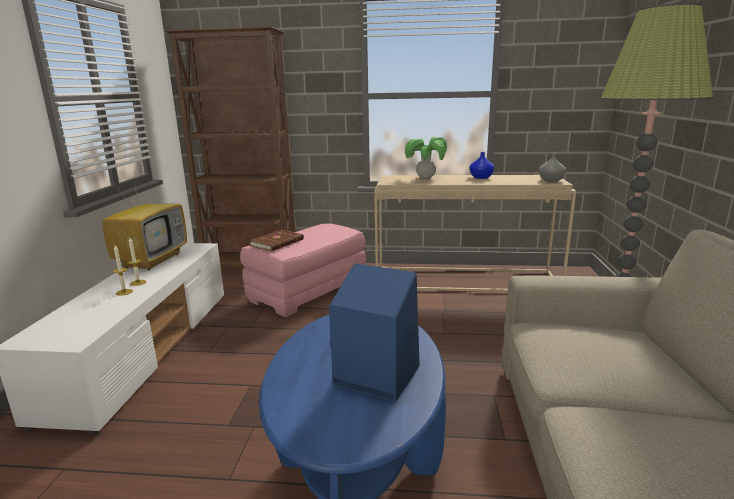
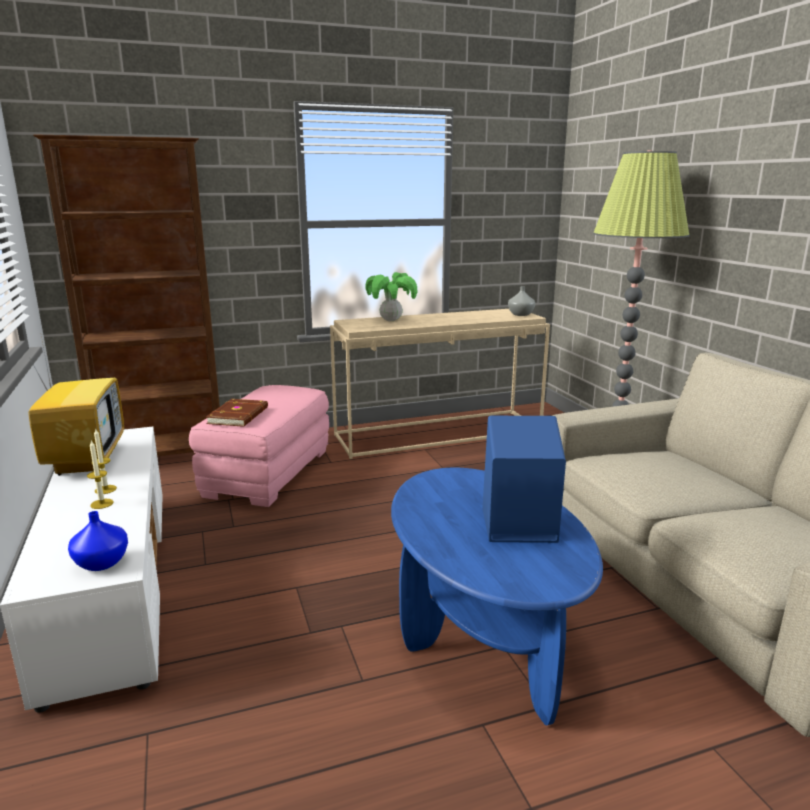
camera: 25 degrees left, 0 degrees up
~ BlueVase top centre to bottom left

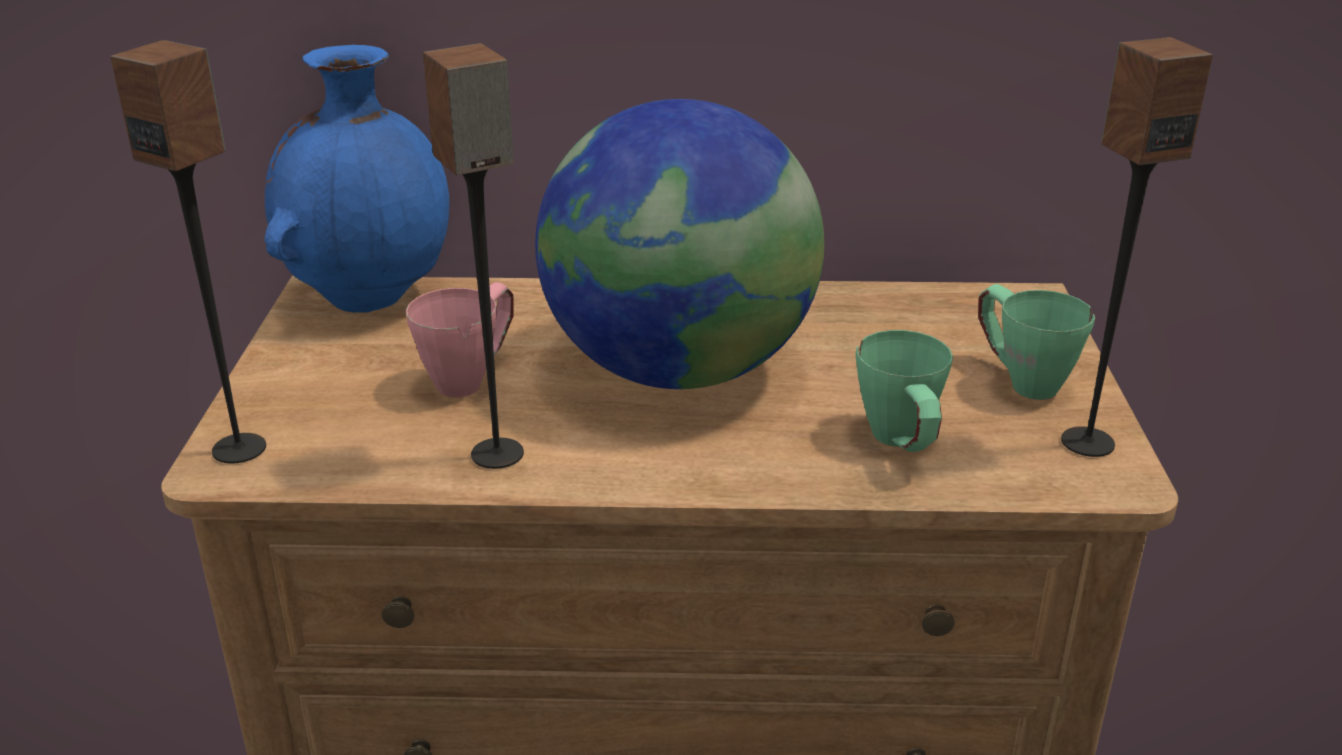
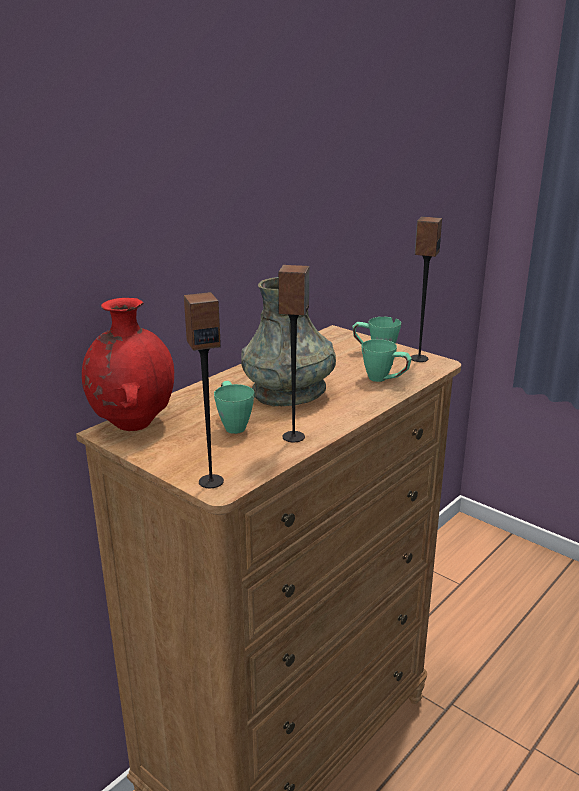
camera: 50 degrees left, 5 degrees down
~ BlueVase top left to RedVase middle left
~ PinkColouredCoffeeMug centre to GreenCoffeeMug (1st from left) centre
~ Globe top centre to GreyishVase centre

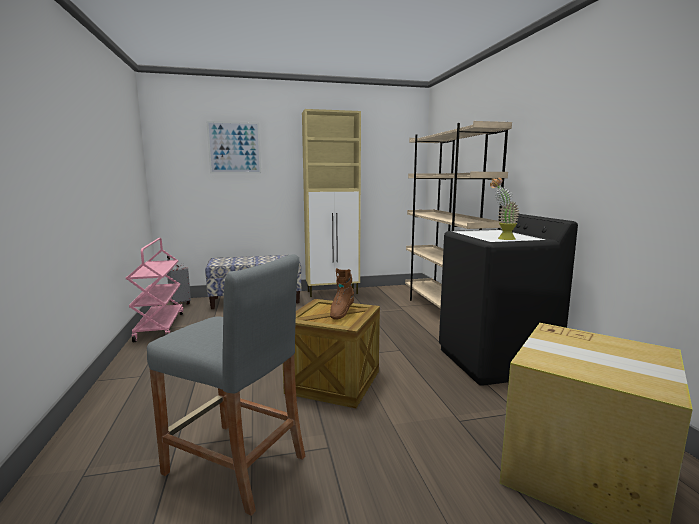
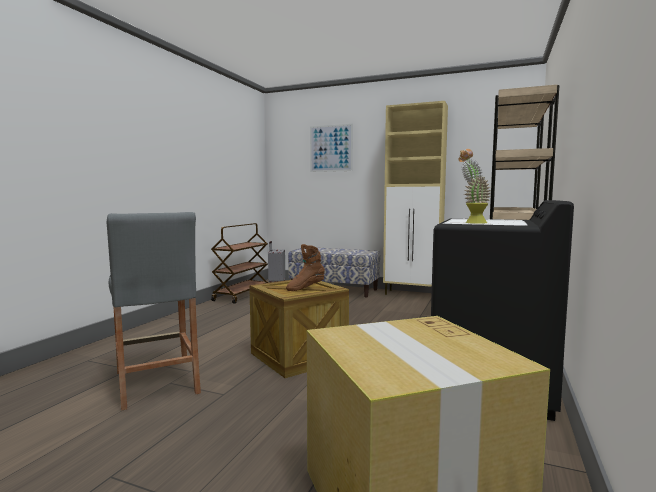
camera: 35 degrees right, 5 degrees down
~ PinkColouredWheeledCart middle left to BrownColouredWheeledCart centre

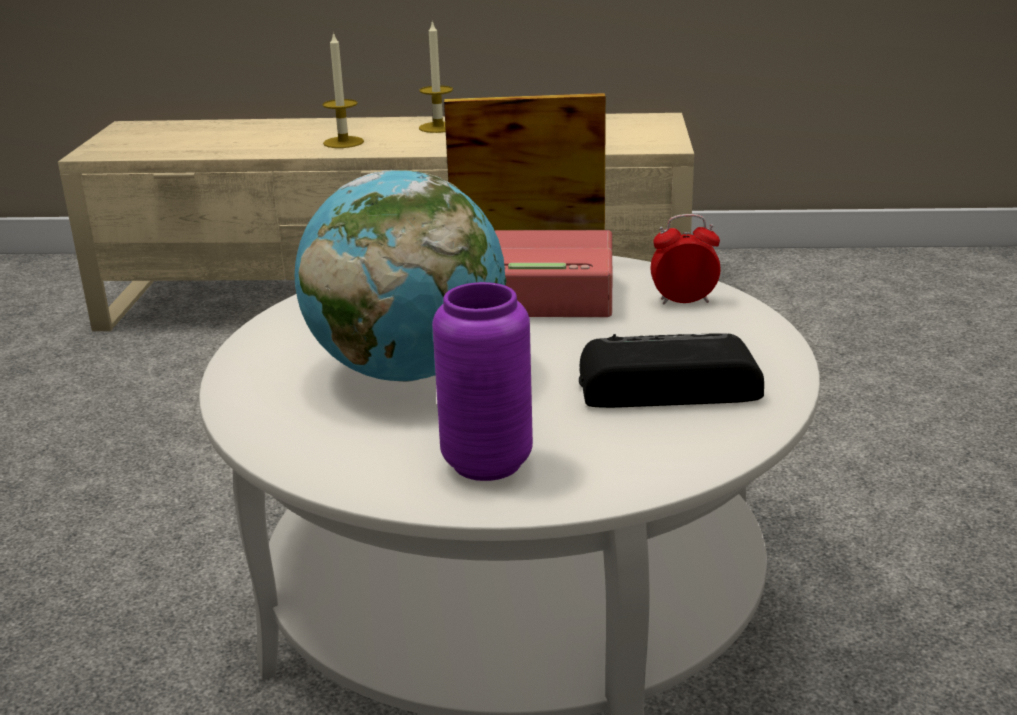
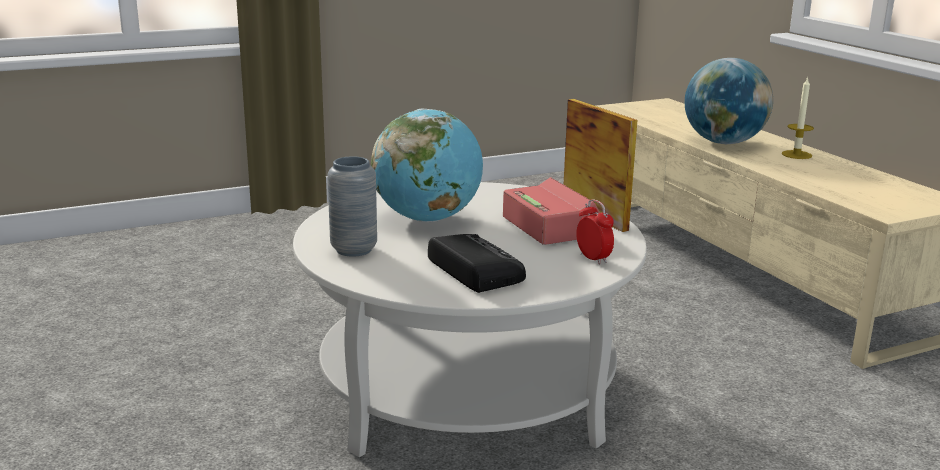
camera: 60 degrees right, 5 degrees down
~ WaxLight (1st from left) top centre to Globe (2nd from left) top right
~ PurplishVase centre to GreyishVase centre

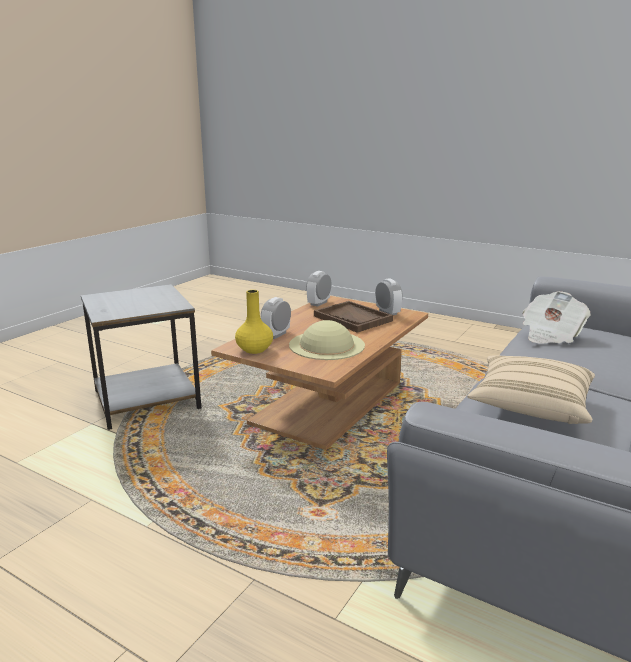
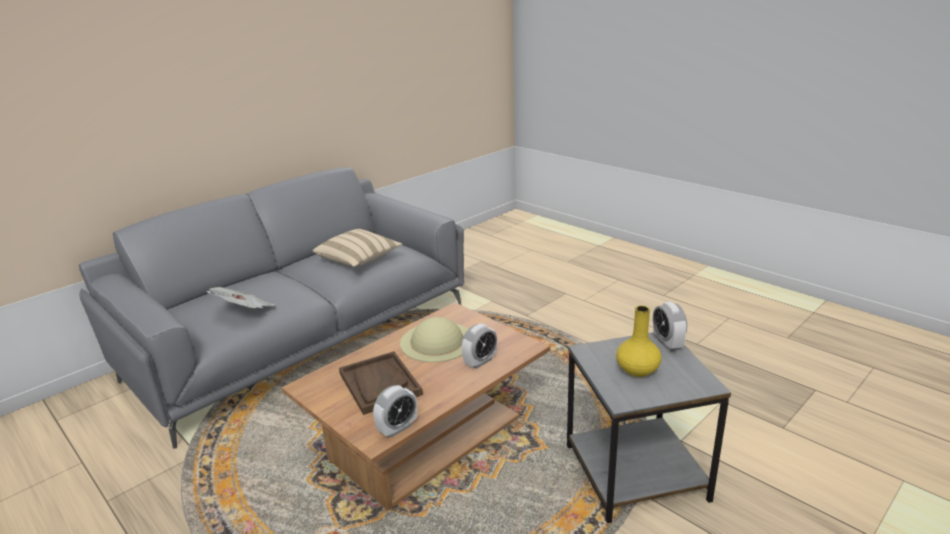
camera: 165 degrees left, 5 degrees up
~ YellowishVase centre to middle right
~ TableClock (3rd from left) centre to middle right

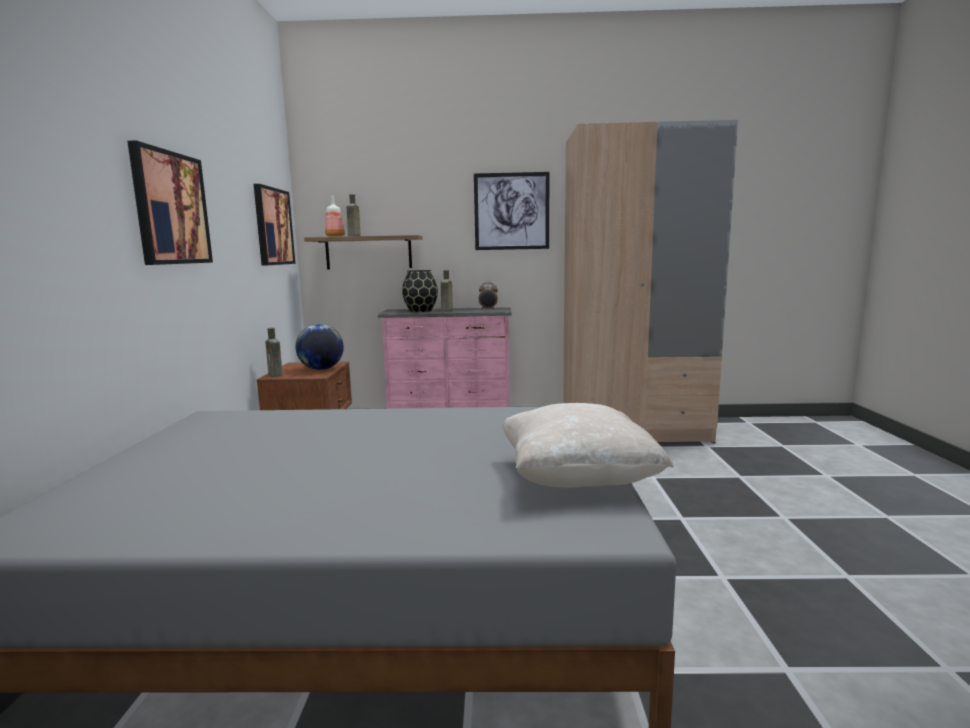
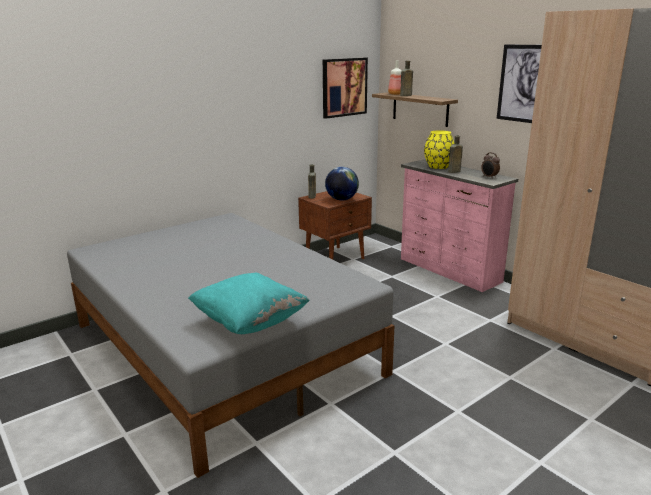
camera: 50 degrees right, 10 degrees up
- WallArt (1st from left) top left
~ BlackColouredVase centre to YellowishVase top right
~ BeigeCushion centre to TurquoiseColouredCushion centre

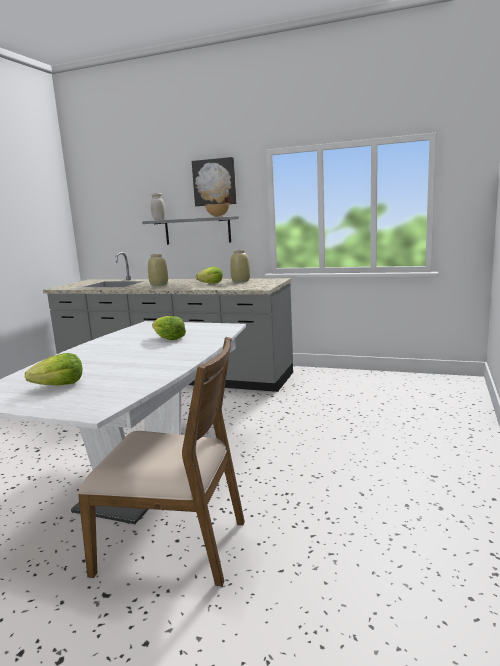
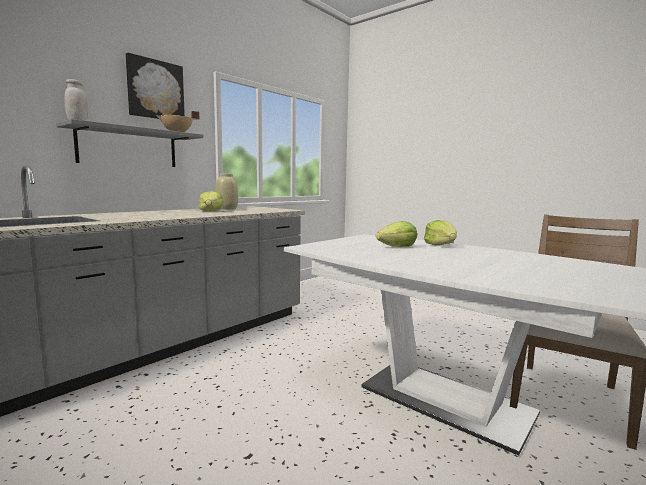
camera: 70 degrees left, 5 degrees down
~ Lettuce (1st from left in the first image) middle left to Lettuce (3rd from left) middle right
- BeigeVase (1st from left) middle left

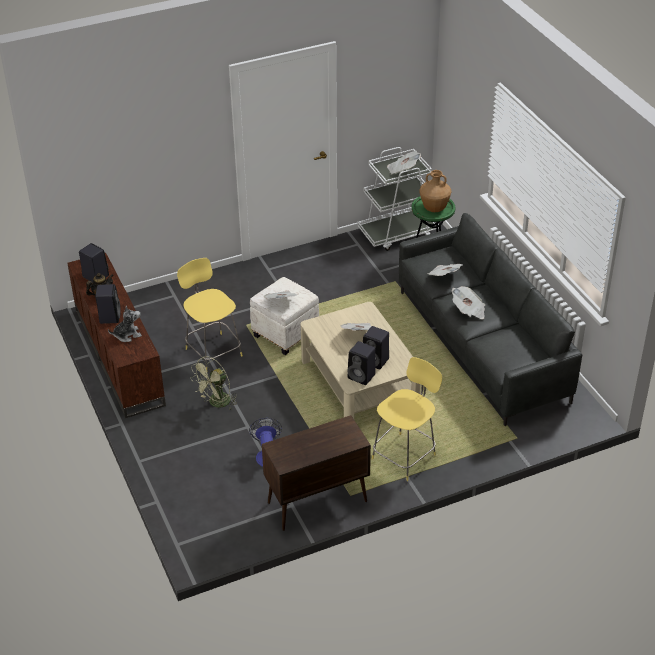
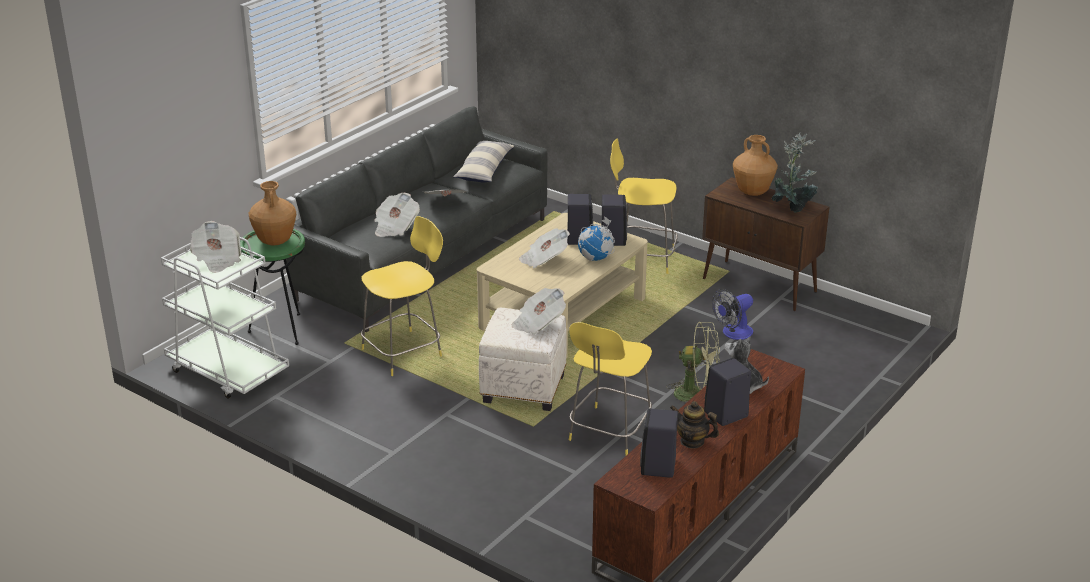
camera: 120 degrees left, 10 degrees down
+ YellowishStool (1st from left) centre
+ Cushion top centre
+ Globe centre
+ BrownColouredVase (2nd from left) top right
+ PlantInAPot top right

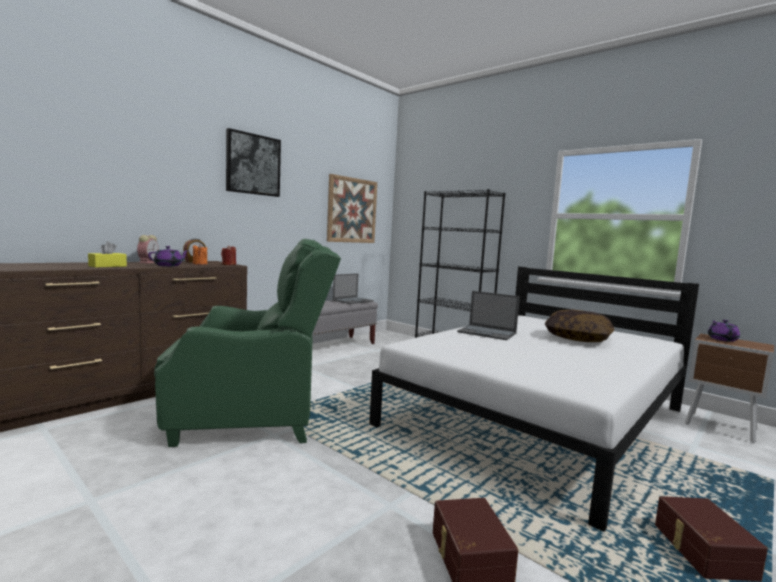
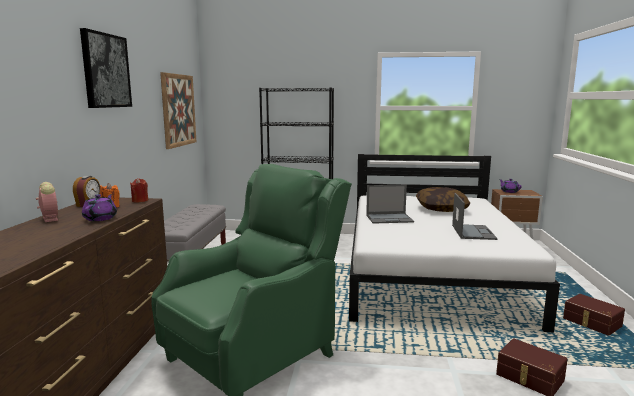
camera: 35 degrees left, 5 degrees up
- YellowishTissueBox middle left
~ NotebookComputer (1st from left in the first image) centre to NotebookComputer (2nd from left) middle right

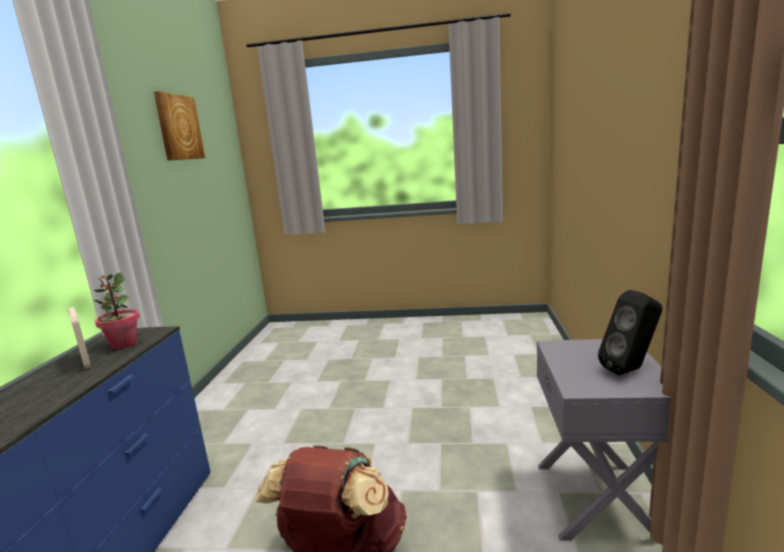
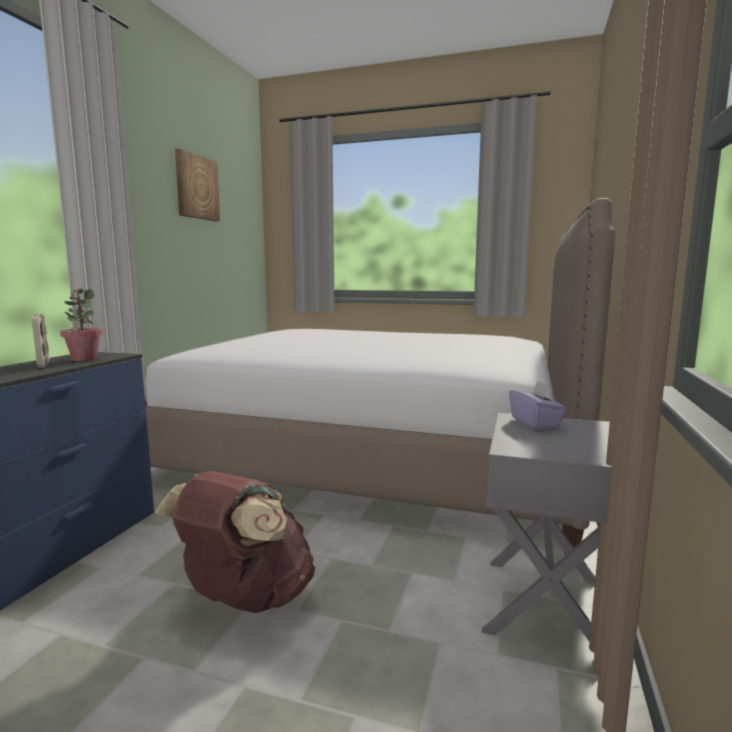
camera: 10 degrees right, 5 degrees down
- BlackColouredSpeaker middle right
+ Bed centre
+ PurplishTissueBox middle right

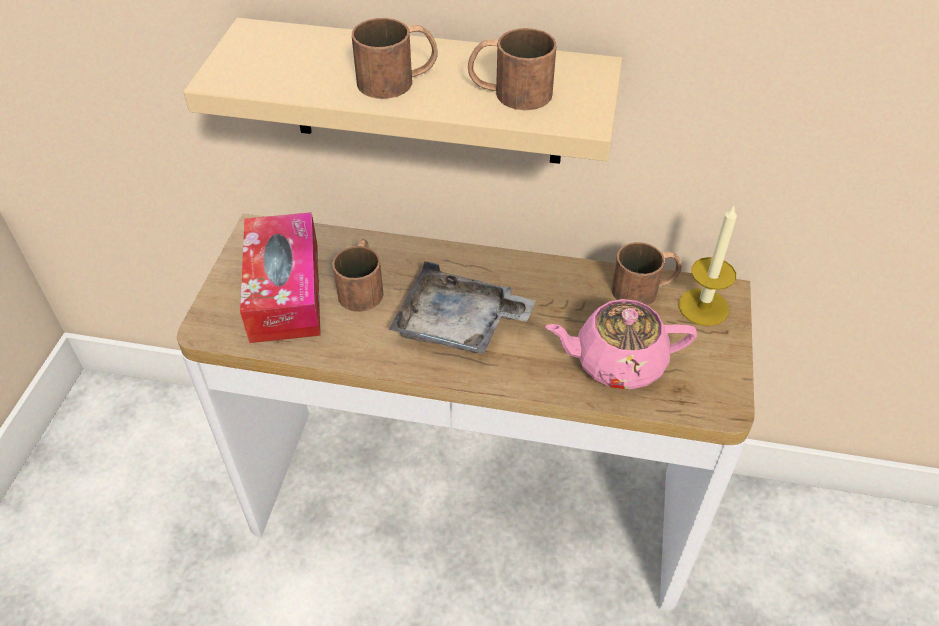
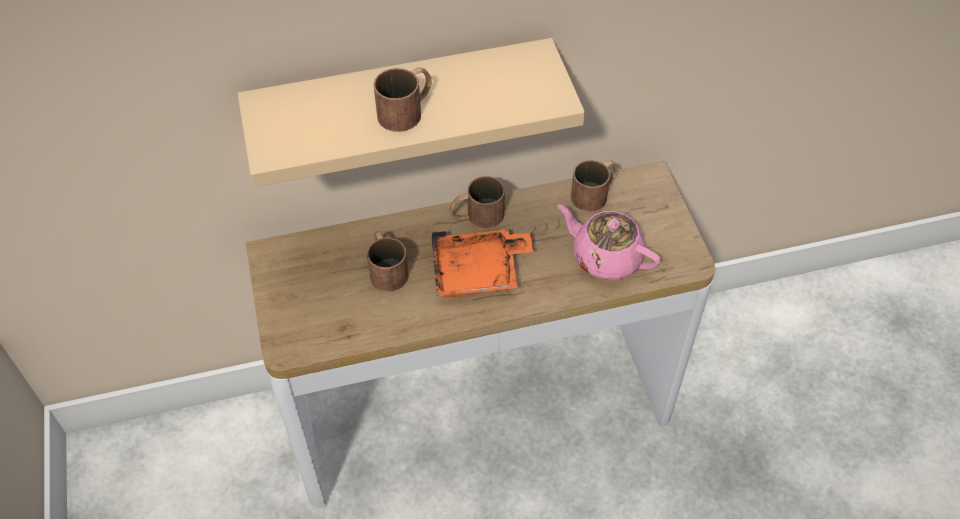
camera: 25 degrees left, 5 degrees up
- TissueBox middle left
~ GreyishTray centre to OrangeyTray centre
~ BrownColouredCoffeeMug (3rd from left) top centre to centre
~ PinkColouredPotForTea centre = centre 60 degrees clockwise
- WaxLight middle right

